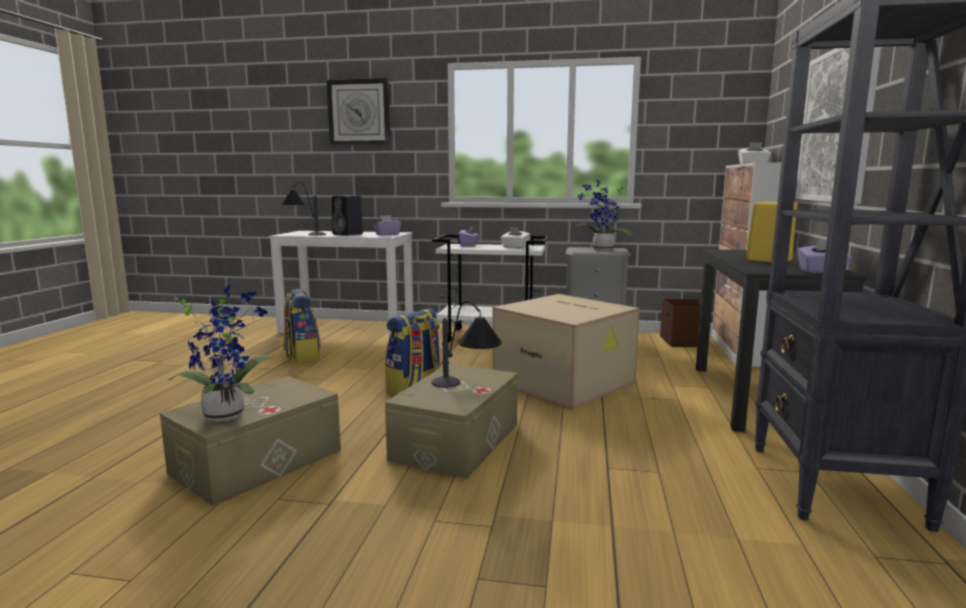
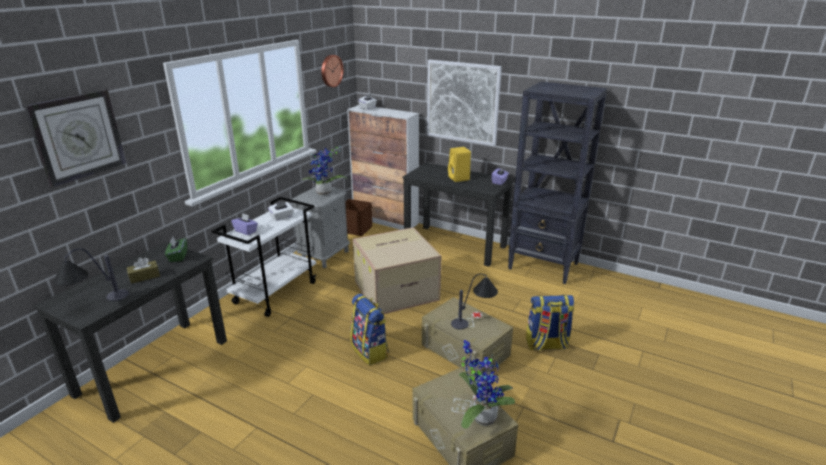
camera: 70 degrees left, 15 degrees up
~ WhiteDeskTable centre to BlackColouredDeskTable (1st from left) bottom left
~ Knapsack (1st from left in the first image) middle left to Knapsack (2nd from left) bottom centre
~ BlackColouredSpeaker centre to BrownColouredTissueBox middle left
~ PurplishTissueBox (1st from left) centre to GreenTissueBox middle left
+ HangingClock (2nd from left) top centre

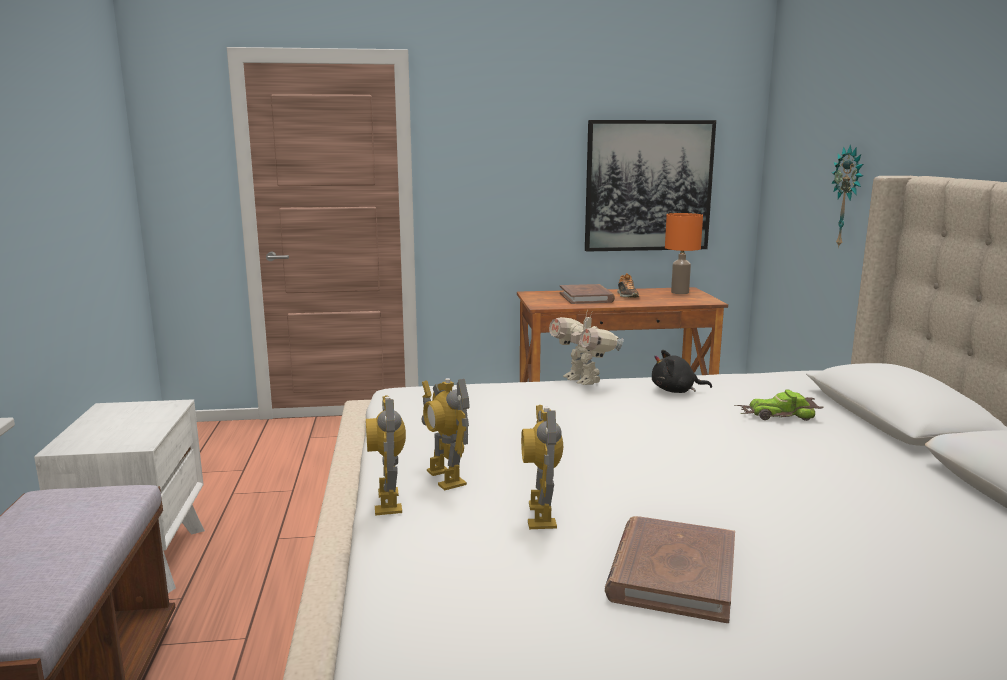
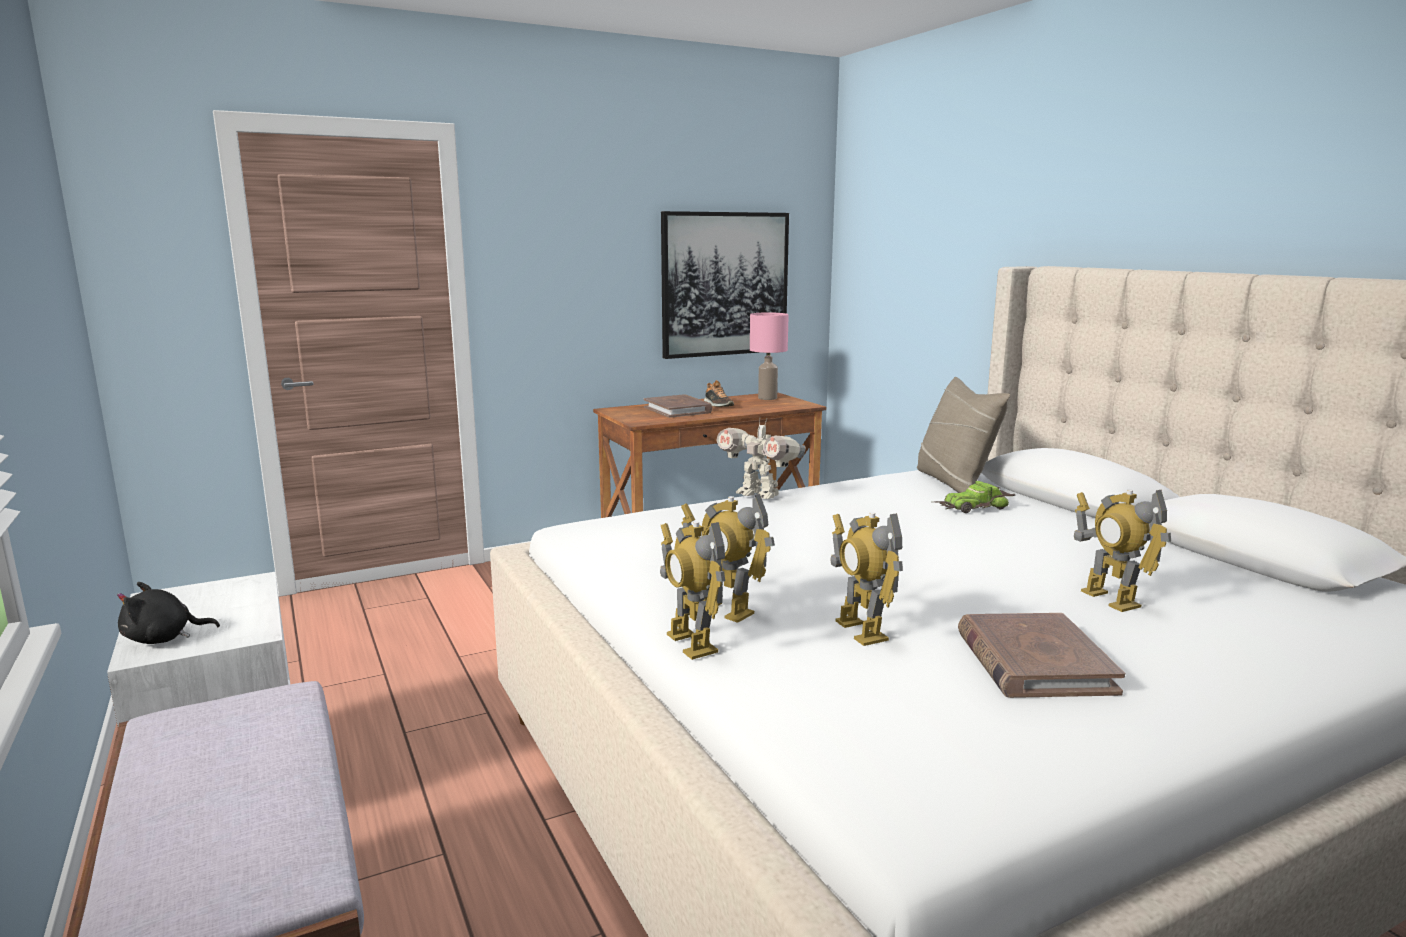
camera: 20 degrees left, 0 degrees up
~ BlackColouredCuddlyToy middle right to middle left
~ OrangeyLampForATable middle right to PinkColouredLampForATable centre
- HangingClock top right
+ BeigeCushion middle right
+ ToyRobot (5th from left) middle right

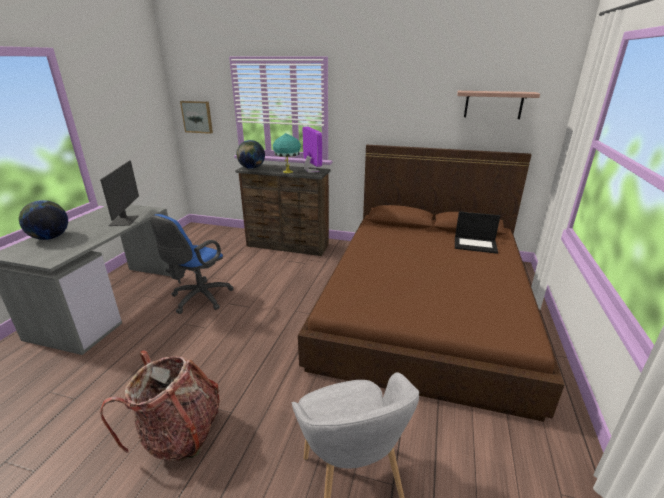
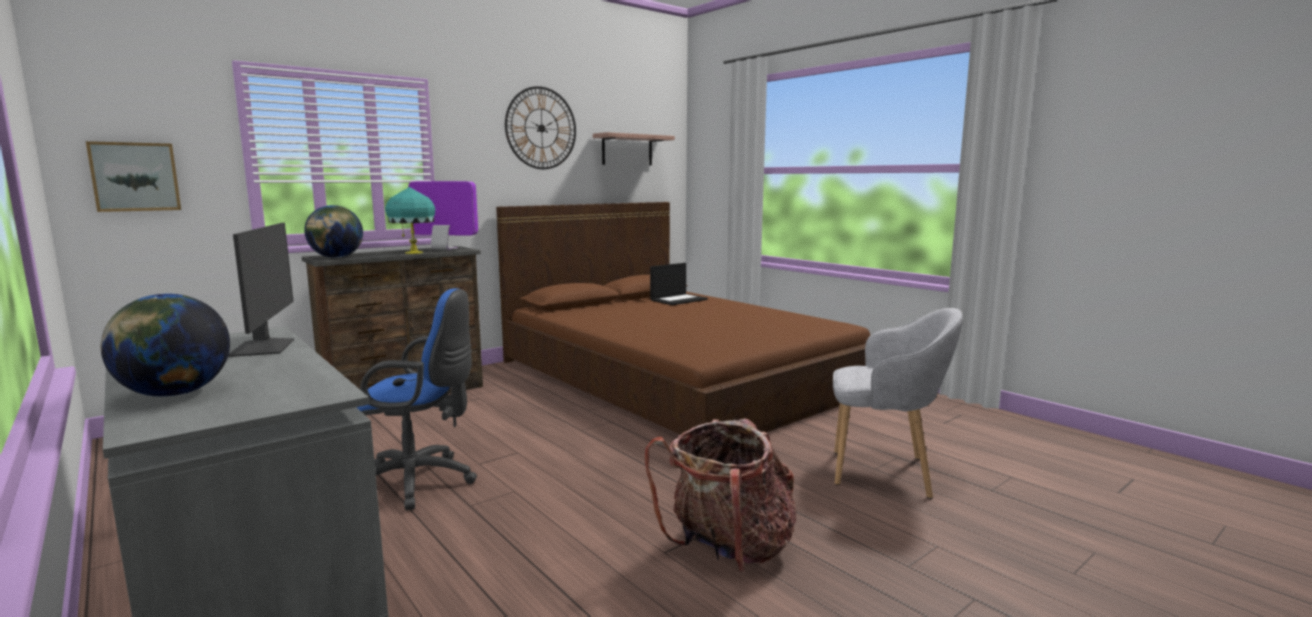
camera: 55 degrees left, 15 degrees down
~ ComputerScreen (1st from left) middle left = middle left 45 degrees clockwise
~ BlueDeskChair middle left = middle left 60 degrees counterclockwise
+ HangingClock top centre

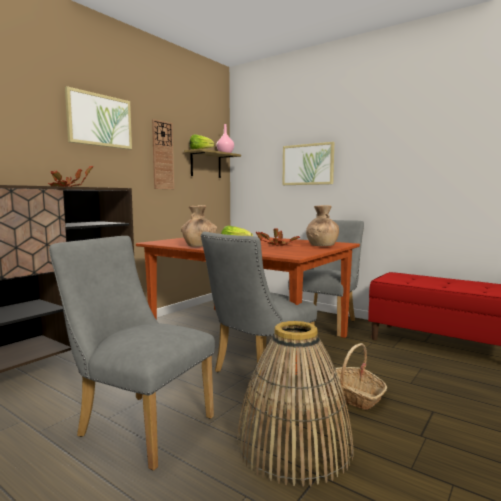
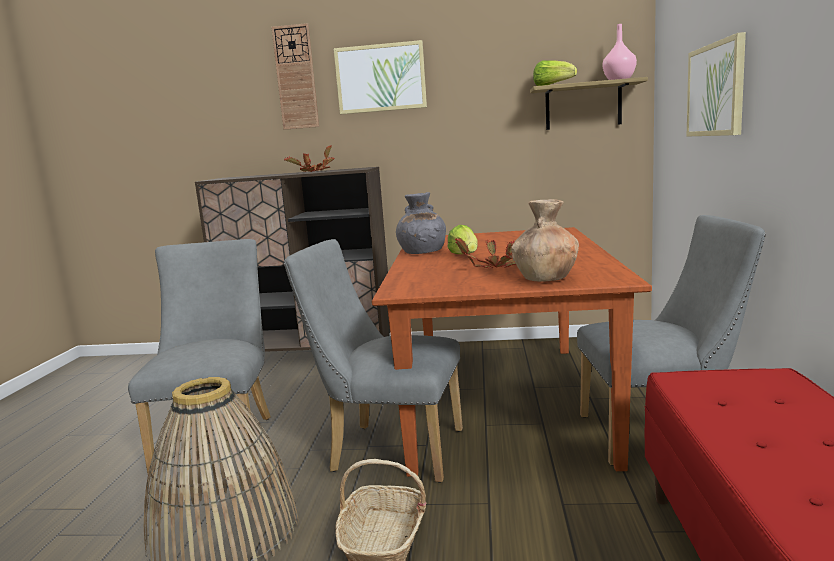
camera: 60 degrees right, 5 degrees up
~ HangingClock top left to top centre
~ BrownColouredVase (1st from left) centre to GreyishVase centre

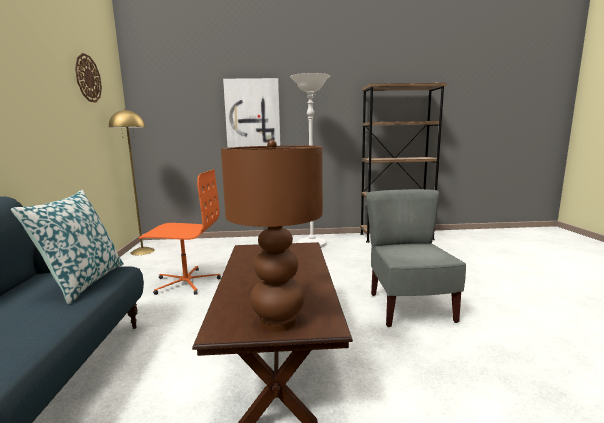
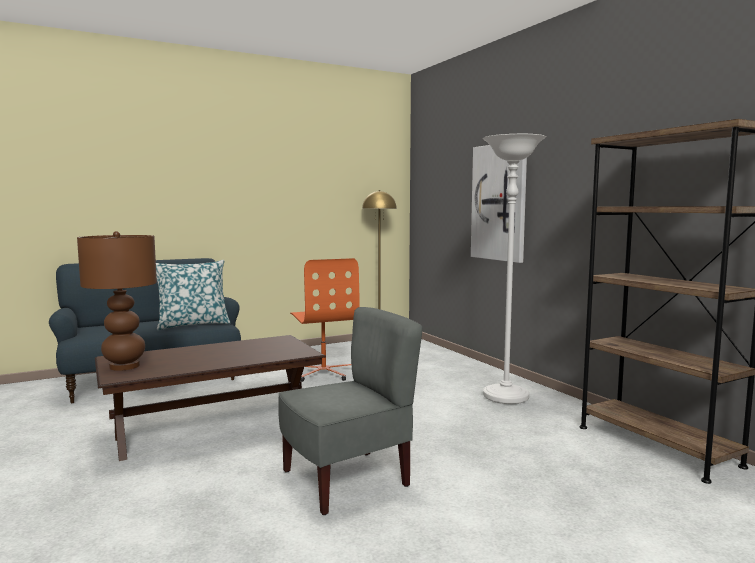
camera: 65 degrees right, 5 degrees down
- HangingClock top left

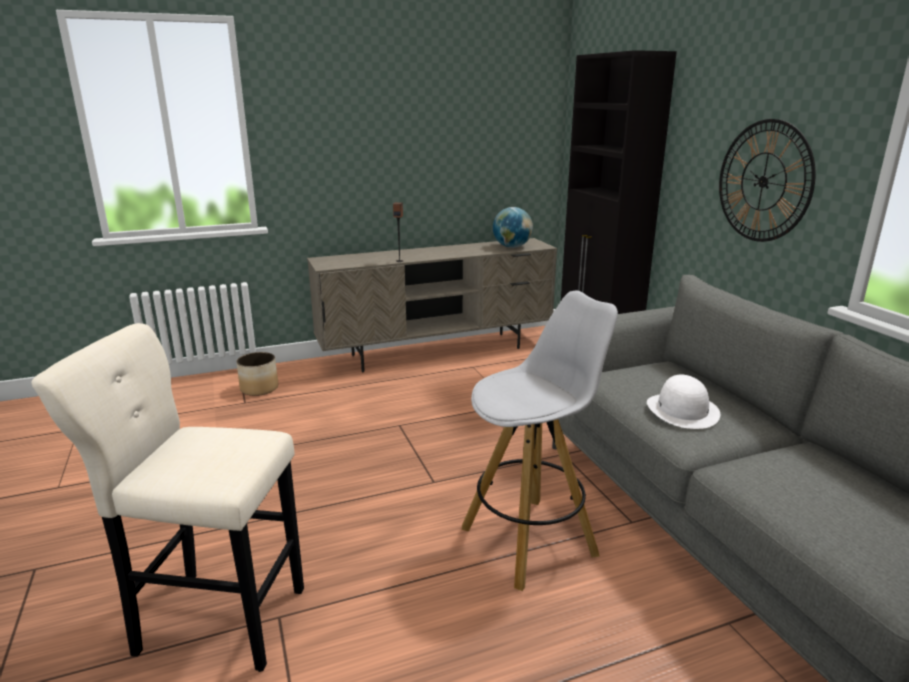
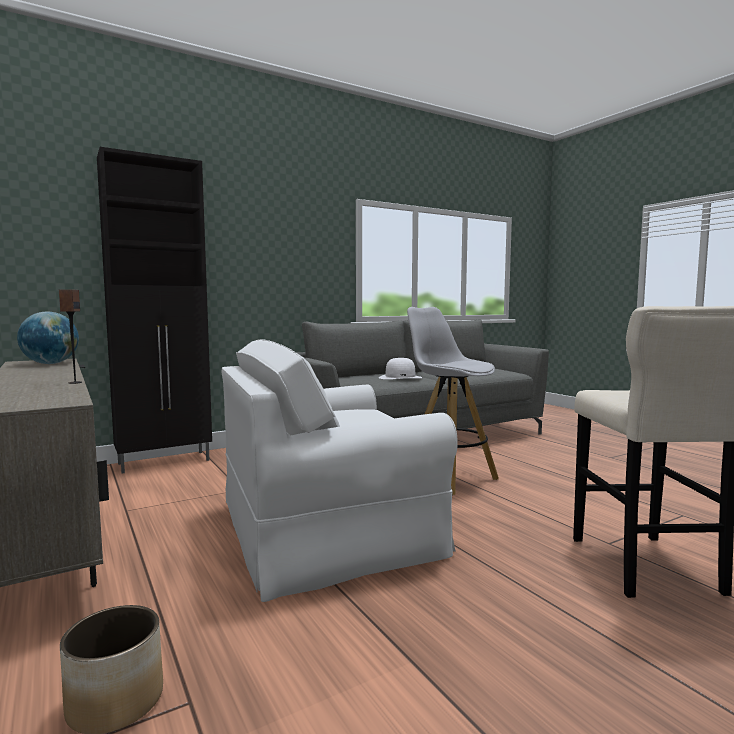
camera: 100 degrees left, 15 degrees down
- HangingClock top right
+ WhiteArmchair centre

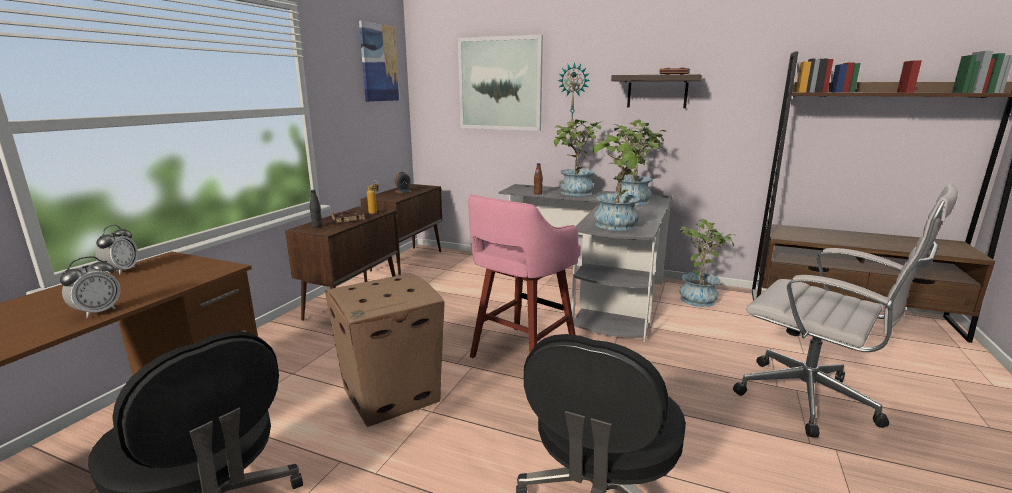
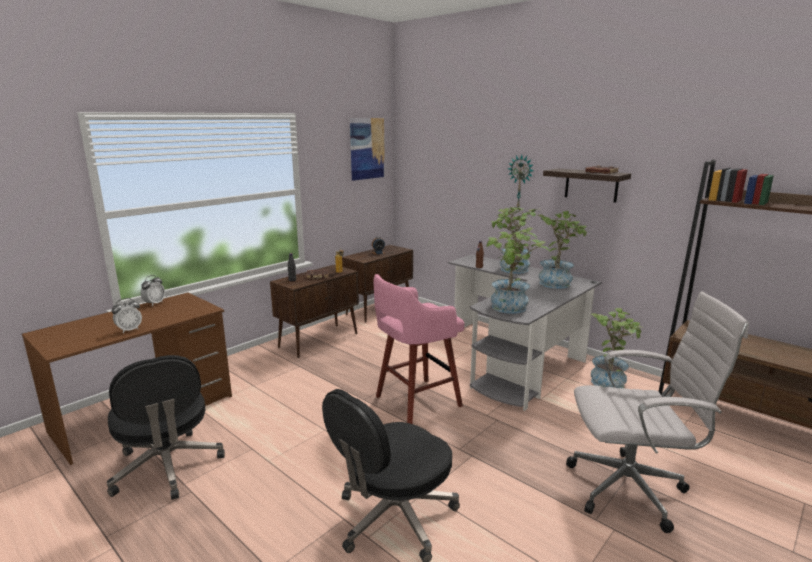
camera: 20 degrees right, 0 degrees up
- PackingBox bottom centre
- WallArt (2nd from left) top centre
~ WhiteDeskChair middle right = bottom right 60 degrees counterclockwise

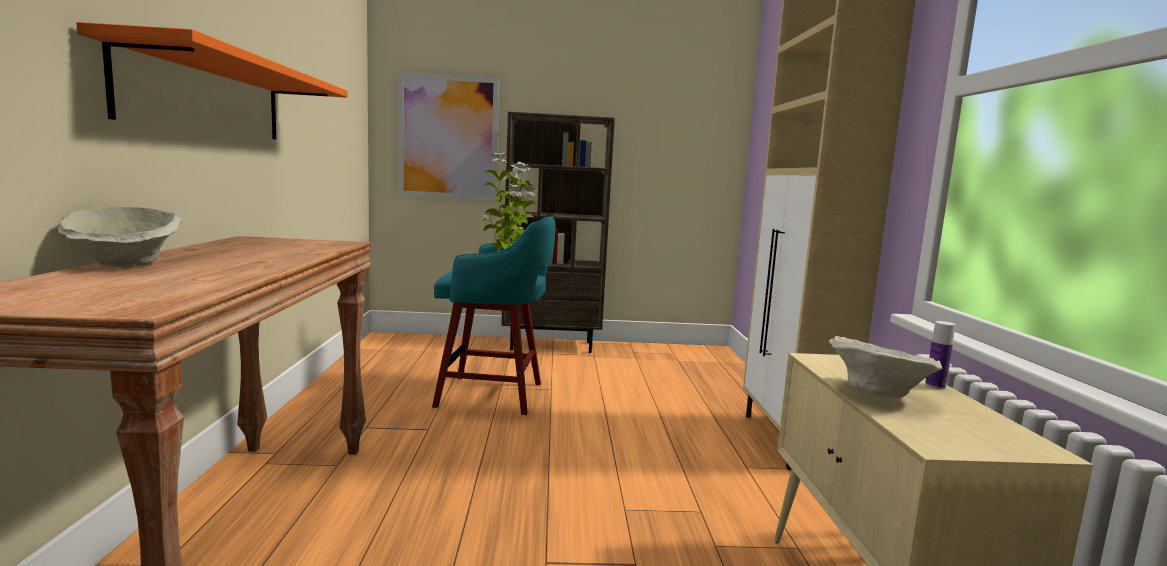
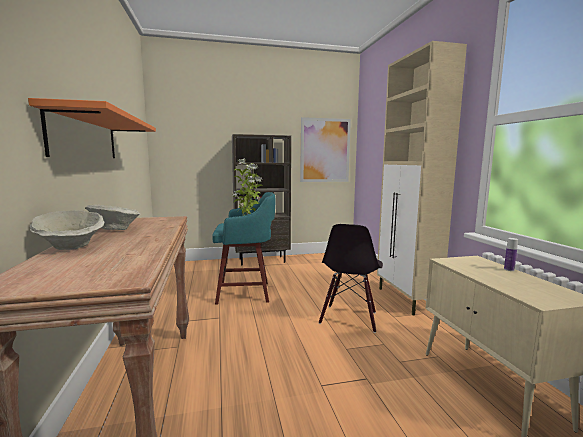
camera: 10 degrees left, 0 degrees up
~ WallArt top centre to centre
~ BeigeServingBowl (2nd from left) middle right to middle left
+ BlackColouredUprightChair centre

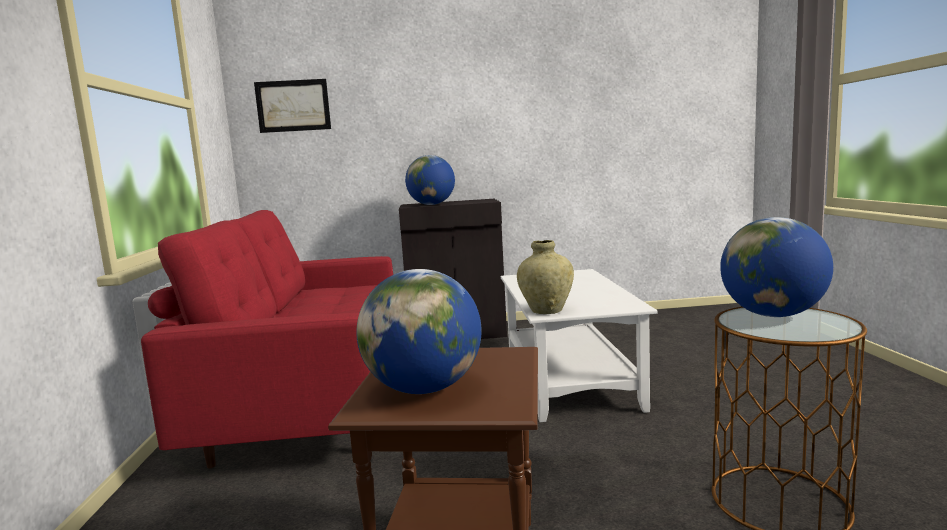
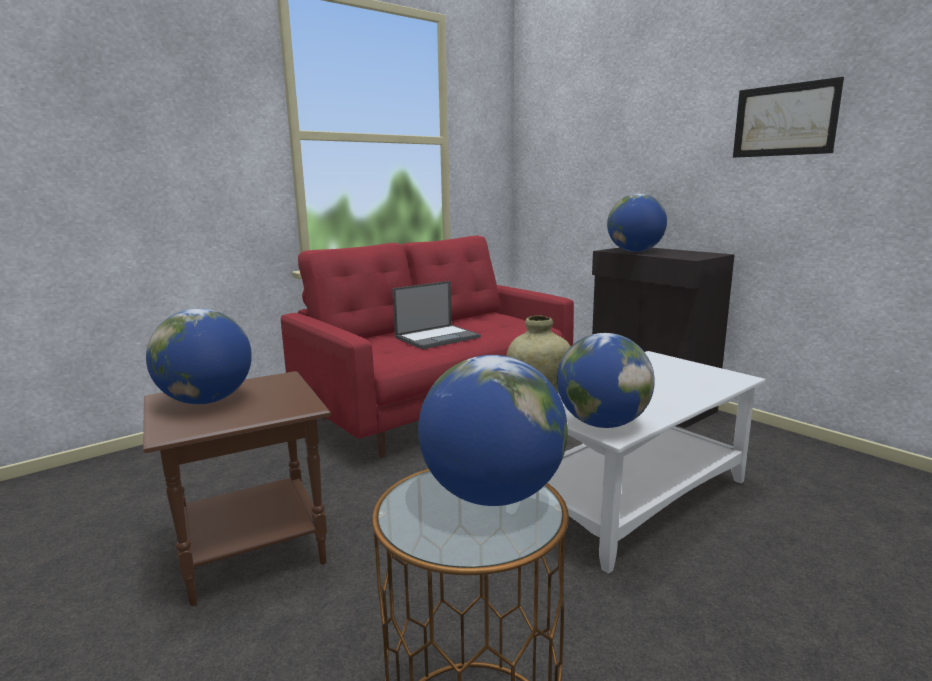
camera: 55 degrees right, 5 degrees up
~ WallArt top left to top right
+ NotebookComputer centre
+ Globe (3rd from left) centre

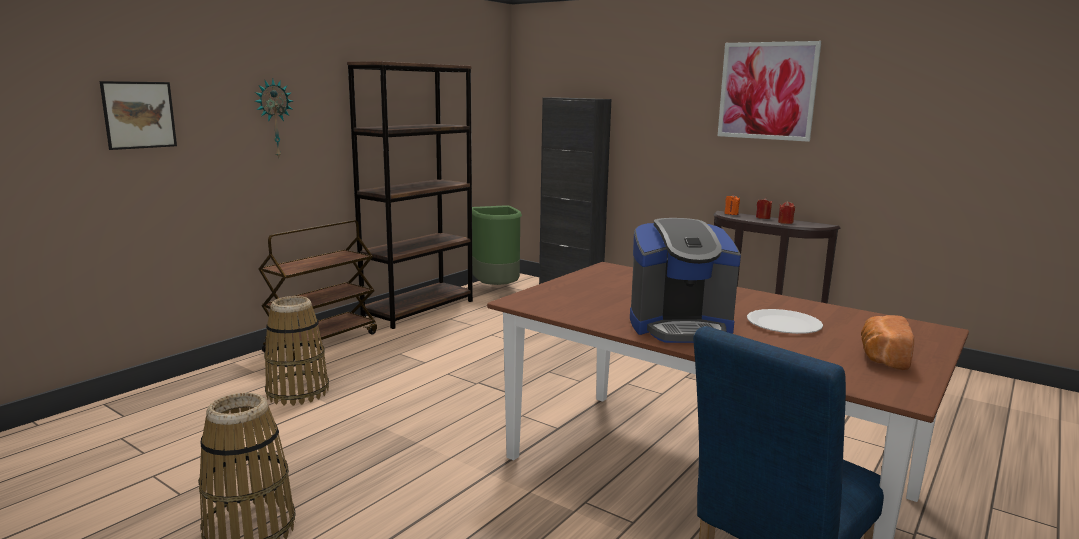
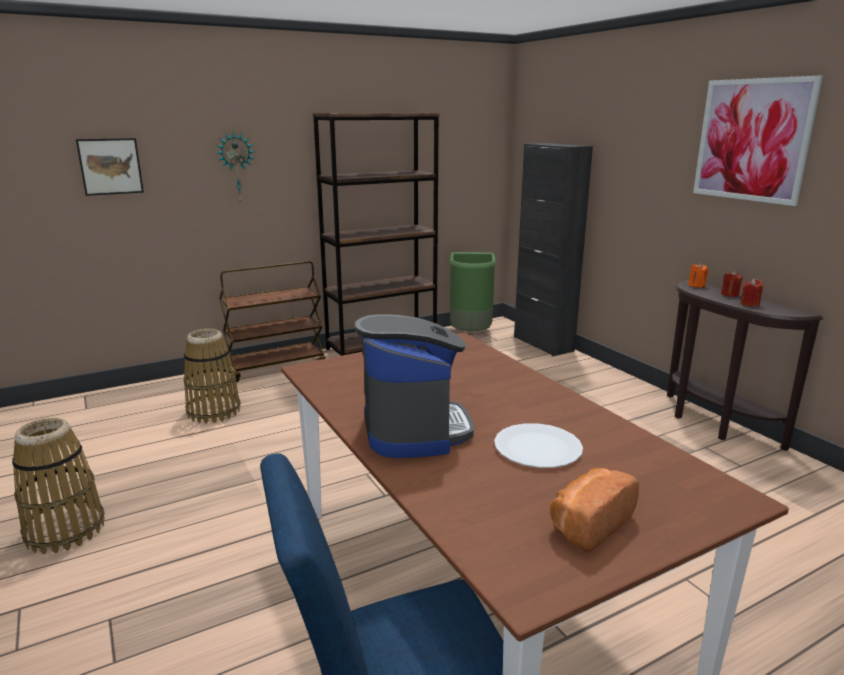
camera: 25 degrees right, 5 degrees up
~ CoffeeBrewer centre = centre 120 degrees counterclockwise

